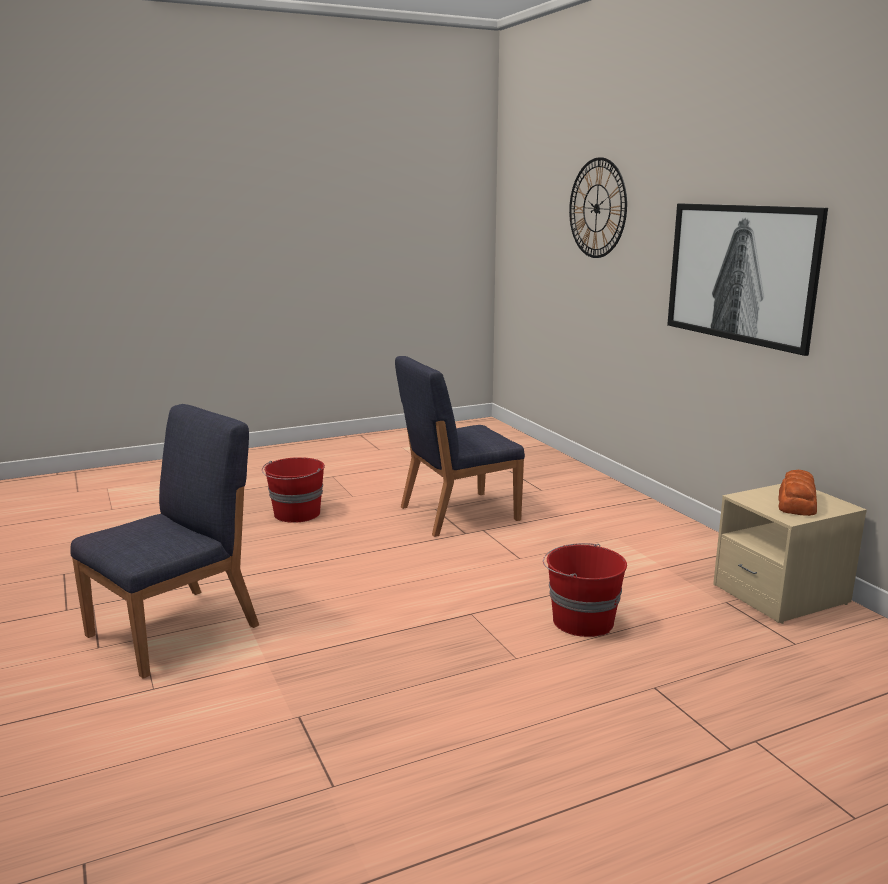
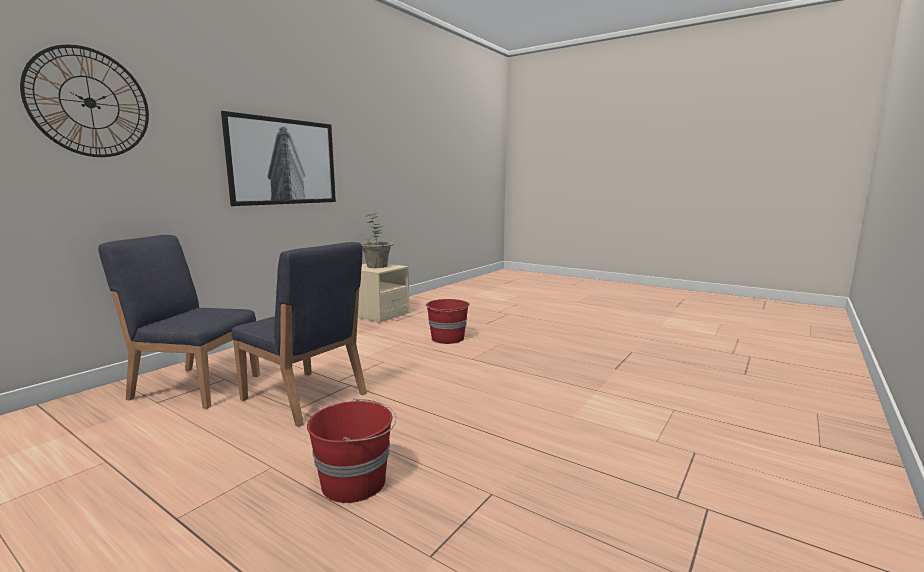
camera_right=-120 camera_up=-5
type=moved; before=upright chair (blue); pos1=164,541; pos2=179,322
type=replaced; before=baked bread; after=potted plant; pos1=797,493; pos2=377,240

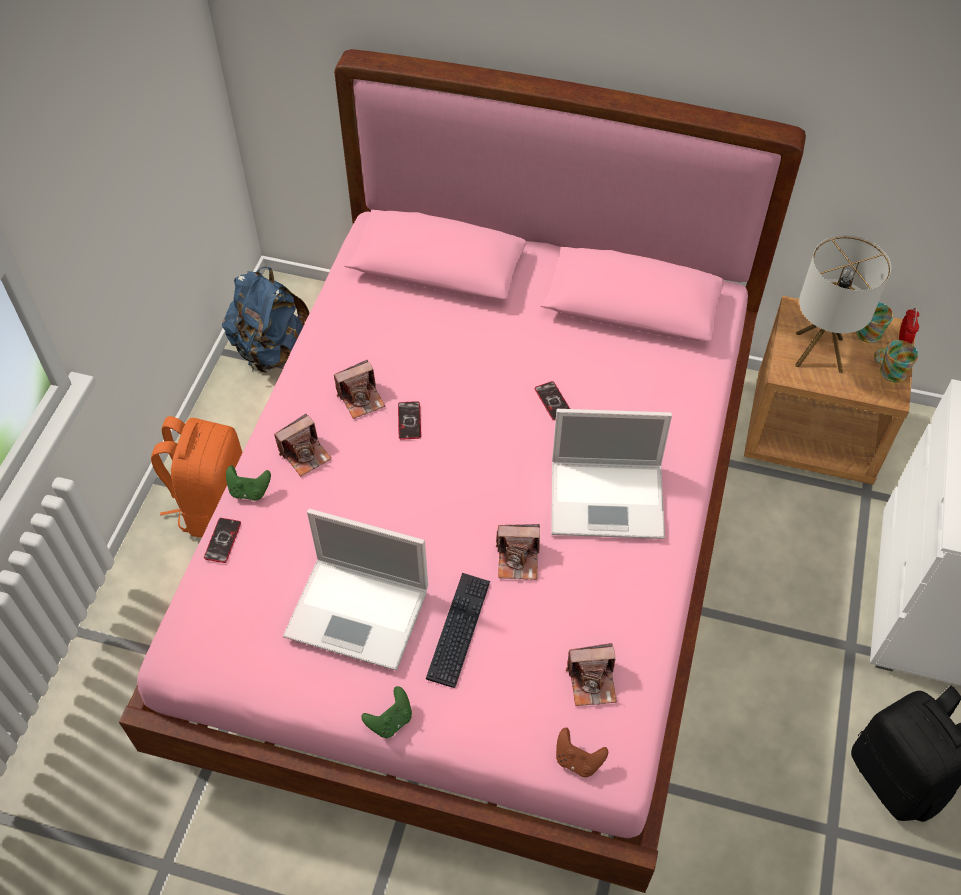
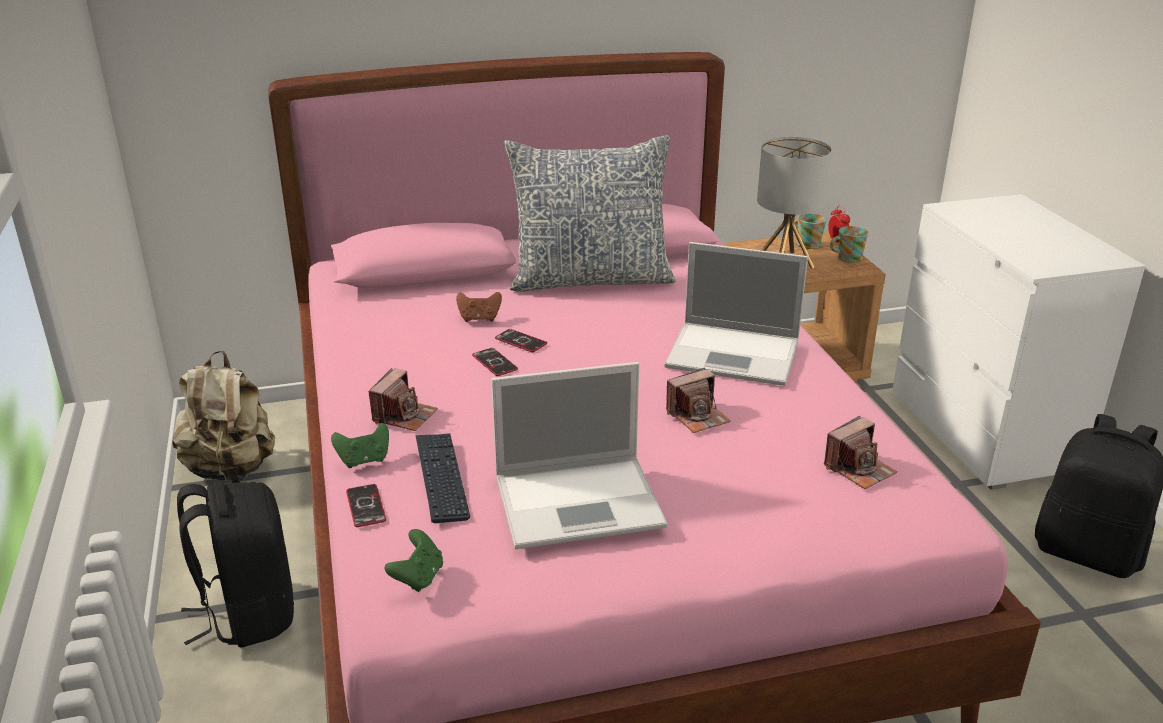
camera_right=-30 camera_up=-25
type=recoloured; before=backpack (blue); after=backpack (sand-coloured); pos1=266,320; pos2=223,416
type=removed; before=photo camera; pos1=359,389
type=moved; before=handset; pos1=552,400; pos2=521,340
type=turned; before=laptop; pos1=611,474; pos2=736,314; turn=45
type=recoloured; before=backpack (orange-coloured); after=backpack (black-coloured); pos1=197,476; pos2=235,564
type=moved; before=computer keyboard; pos1=458,630; pos2=442,478
type=moved; before=game controller (green); pos1=386,712; pos2=414,560
type=moved; before=game controller (brown); pos1=582,752; pos2=479,307
type=added; after=cushion; pos2=589,213

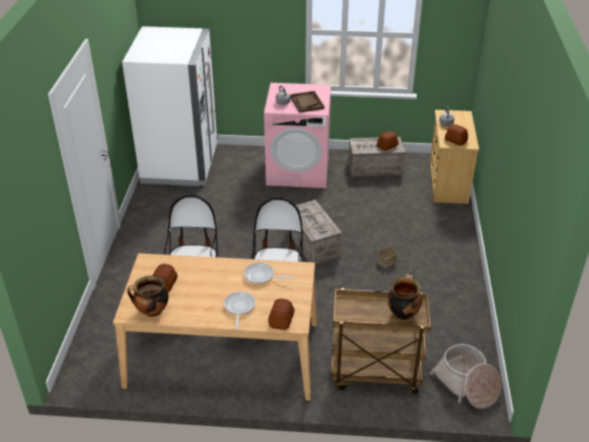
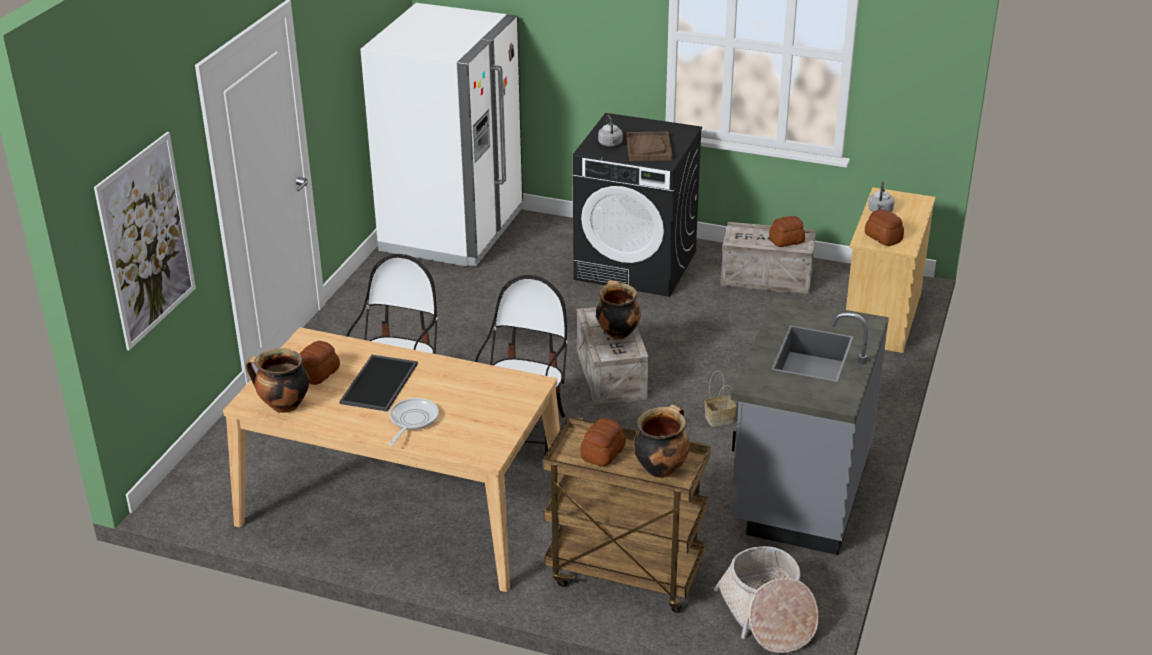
camera_right=15 camera_up=-5
type=recoloured; before=laundry appliance (pink); after=laundry appliance (black-coloured); pos1=297,135; pos2=637,205
type=removed; before=pan; pos1=269,273
type=moved; before=baked bread; pos1=281,314; pos2=603,442
type=added; after=wall picture; pos2=145,241
type=added; after=cooking pot; pos2=618,309
type=added; after=counter (gray); pos2=810,426
type=added; after=tray; pos2=378,383

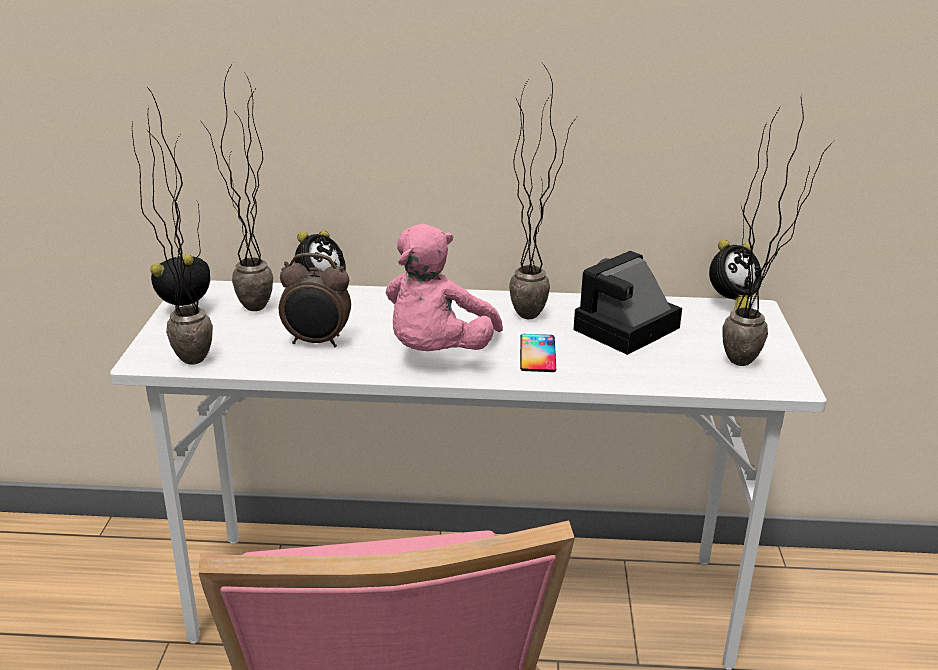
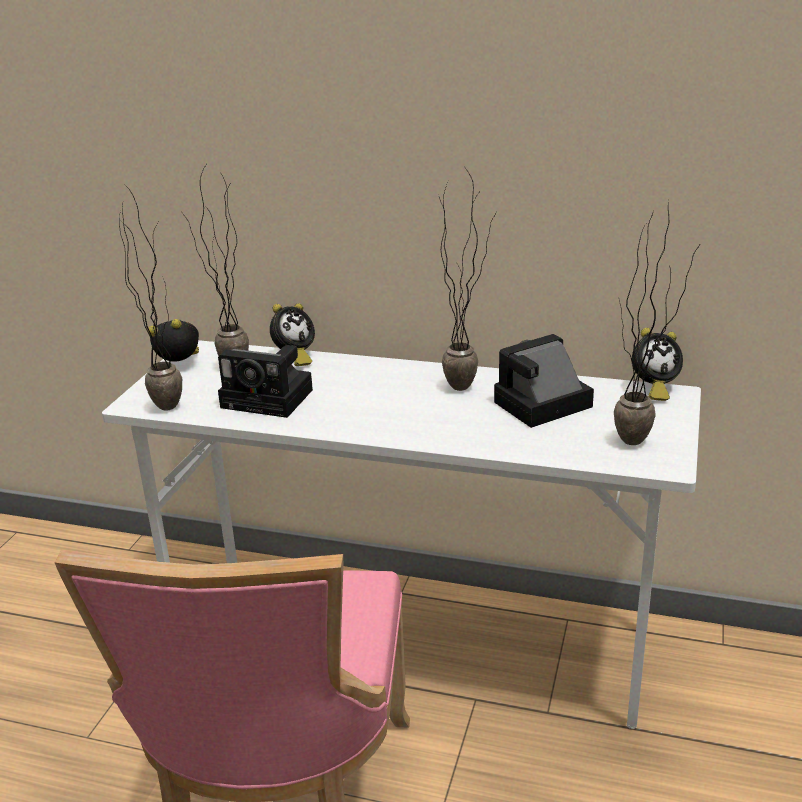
camera_right=15 camera_up=0
type=removed; before=plush toy (pink); pos1=444,287
type=replaced; before=table clock; after=photo camera; pos1=315,300; pos2=265,381
type=removed; before=handset; pos1=538,353

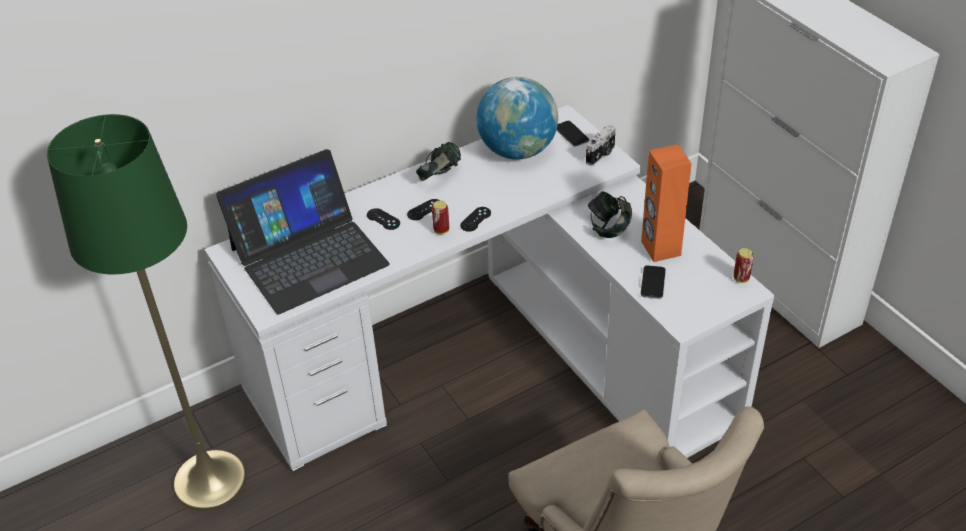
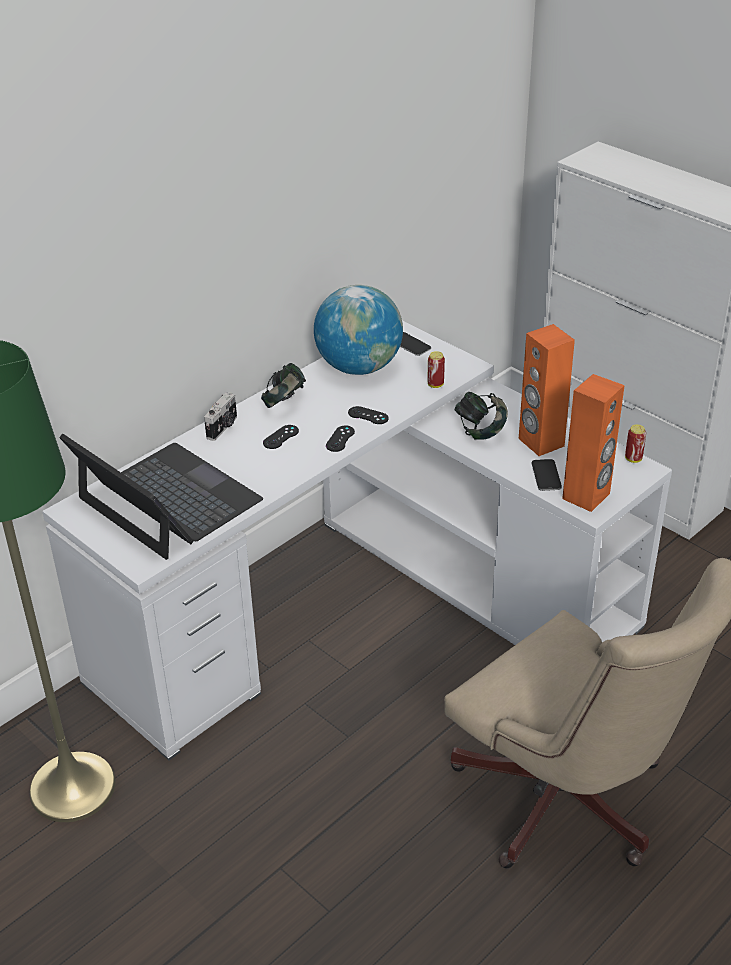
camera_right=-15 camera_up=-5
type=moved; before=photo camera; pos1=601,145; pos2=220,416
type=turned; before=laptop; pos1=303,231; pos2=161,497; turn=-90
type=moved; before=can; pos1=440,217; pos2=436,369
type=moved; before=game controller (black-coloured); pos1=383,219; pos2=368,415
type=added; after=loudspeaker (orange-coloured); pos2=593,443

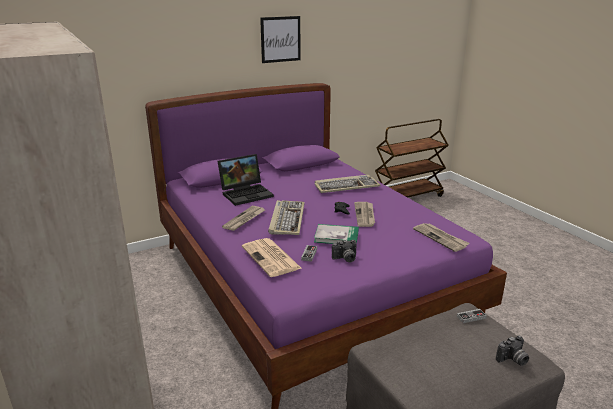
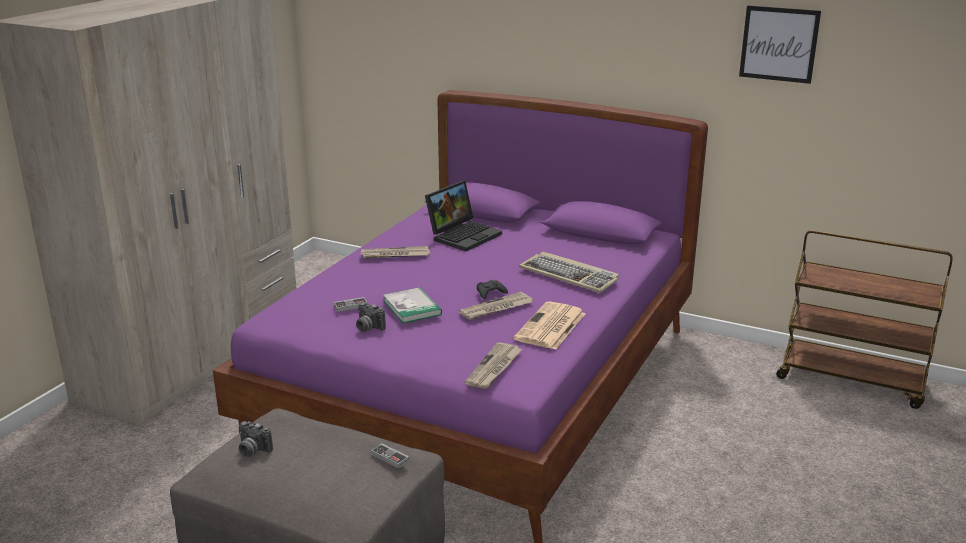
camera_right=55 camera_up=0
type=moved; before=wall picture; pos1=280,39; pos2=780,44
type=turned; before=laptop; pos1=245,180; pos2=463,216; turn=-75
type=removed; before=computer keyboard; pos1=286,217
type=moved; before=newspaper; pos1=271,257; pos2=550,325
type=moved; before=photo camera; pos1=512,350; pos2=256,439

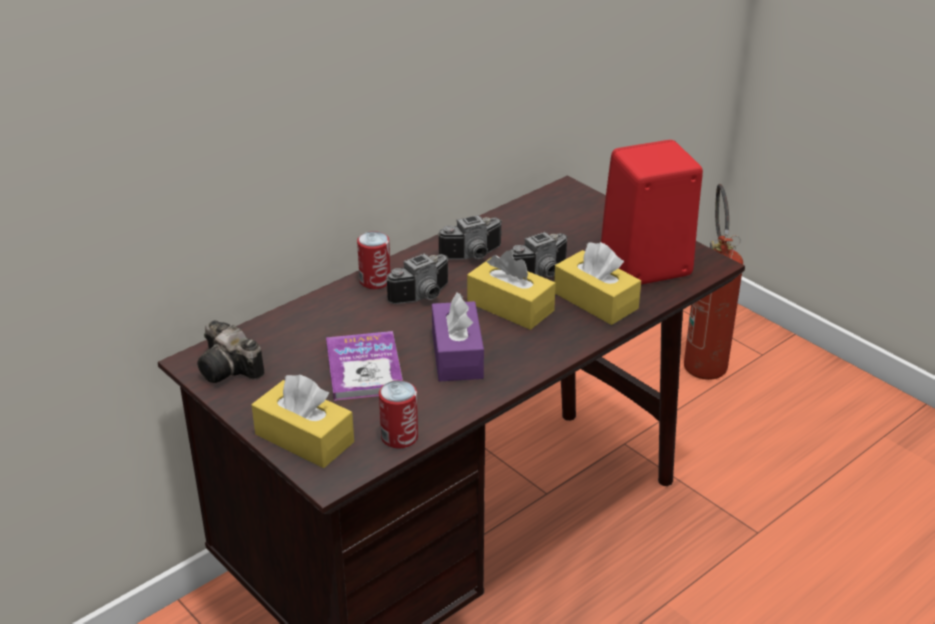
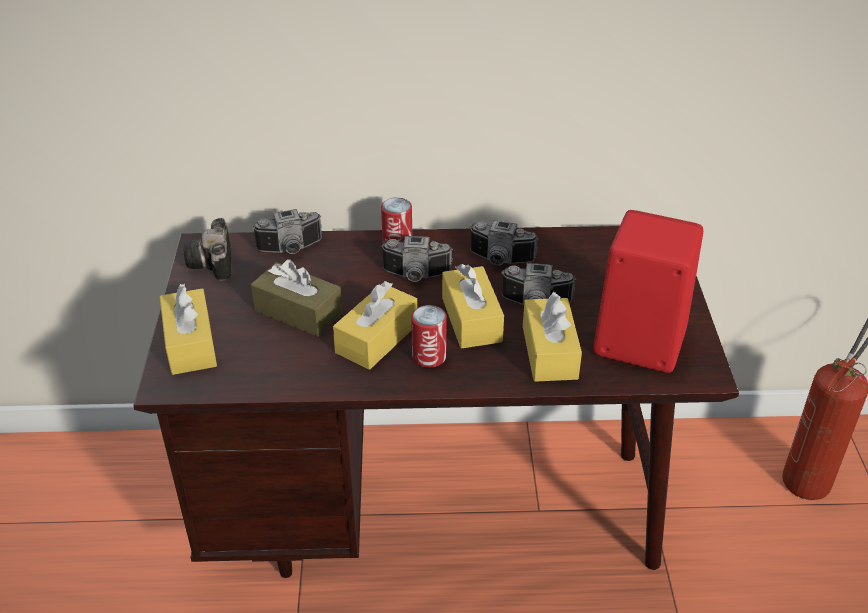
camera_right=40 camera_up=5
type=recoloured; before=box of tissues (purplish); after=box of tissues (yellow-coloured); pos1=458,337; pos2=375,325
type=replaced; before=bound book; after=box of tissues (brown); pos1=364,366; pos2=296,298
type=moved; before=can; pos1=398,414; pos2=429,336
type=added; after=photo camera; pos2=287,231

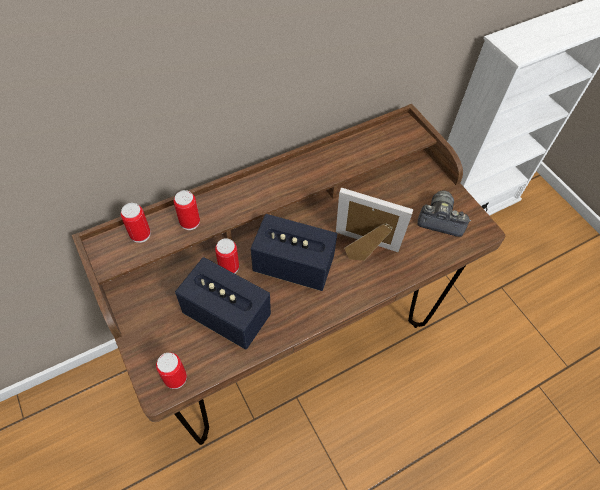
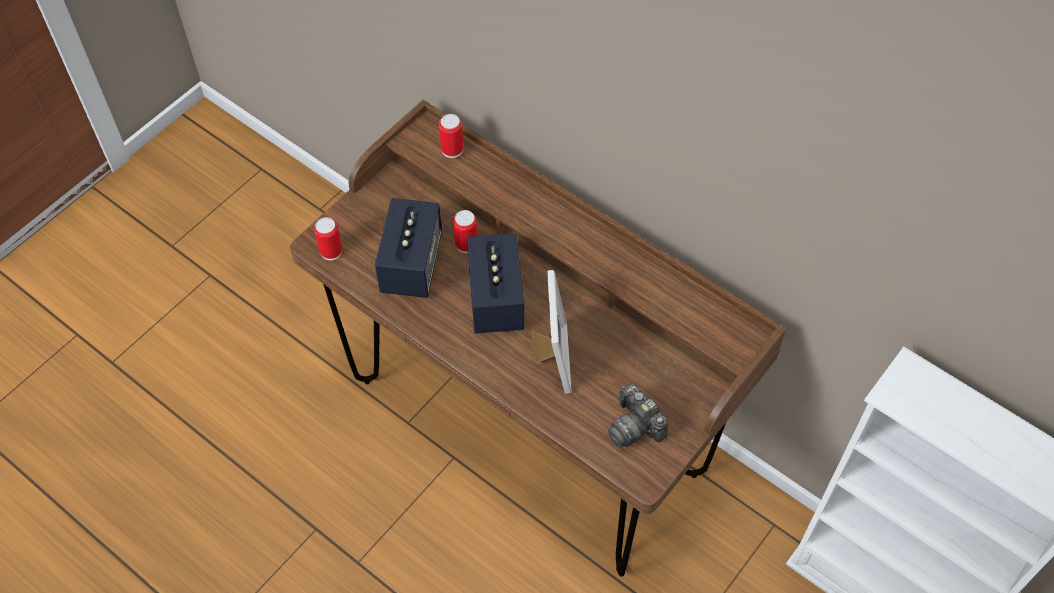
camera_right=70 camera_up=0
type=removed; before=can; pos1=187,210
type=turned; before=photo camera; pos1=444,213; pos2=638,416; turn=150

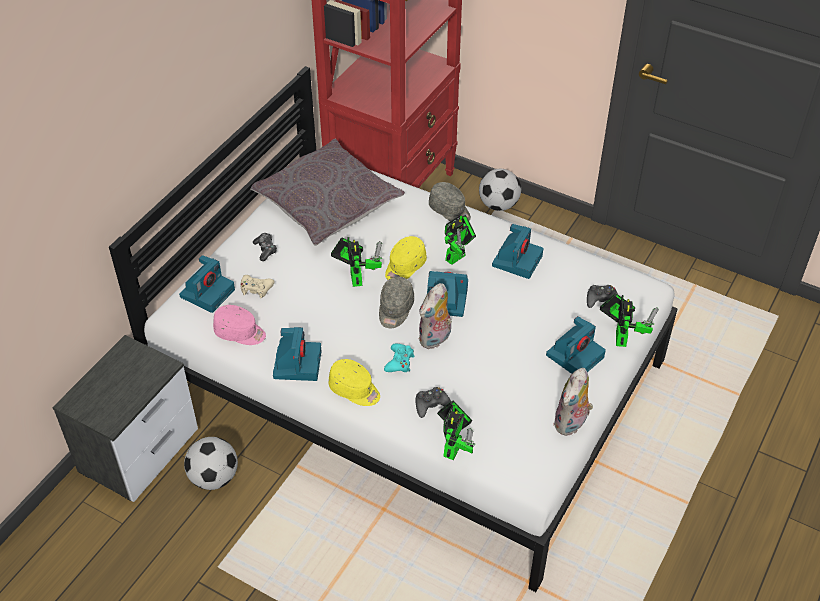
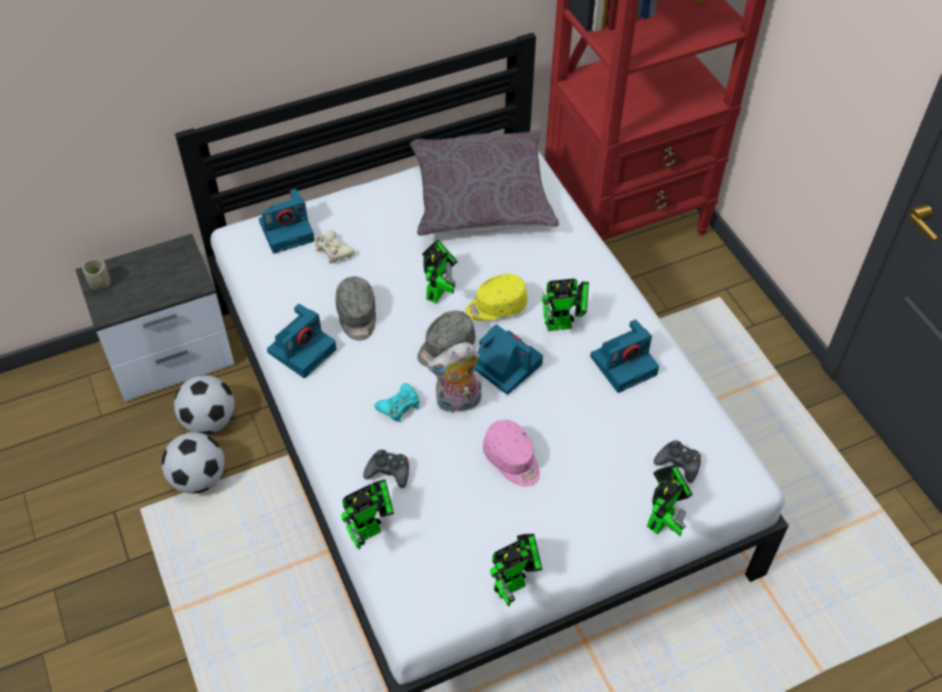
camera_right=35 camera_up=5
type=moved; before=football ball; pos1=500,190; pos2=193,463
type=moved; before=peaked cap (gray); pos1=450,201; pos2=355,309
type=removed; before=game controller; pos1=265,247
type=moved; before=peaked cap (pink); pos1=239,325; pos2=511,453
type=removed; before=photo camera; pos1=576,345
type=removed; before=peaked cap (yellow-coloured); pos1=354,382
type=replaced; before=plush toy; after=model robot; pos1=573,402; pos2=516,570
type=added; after=cup; pos2=96,274

